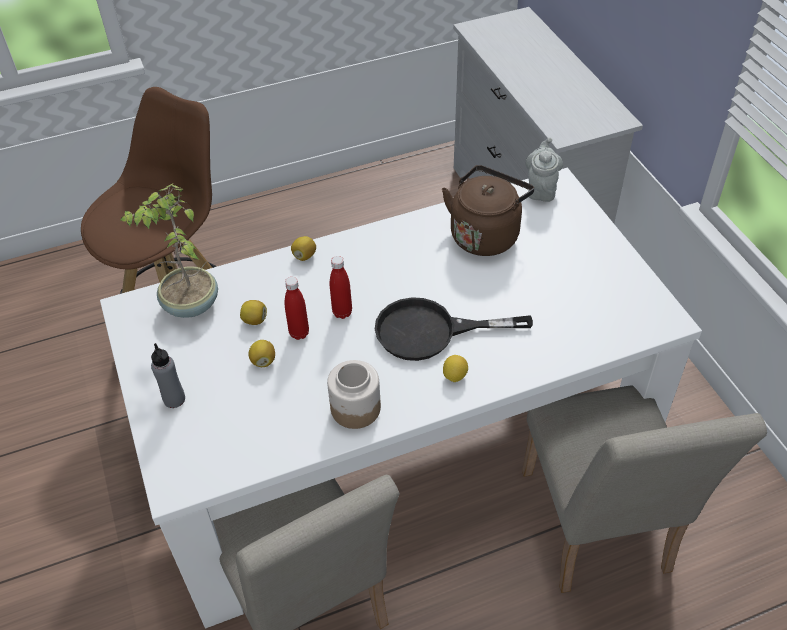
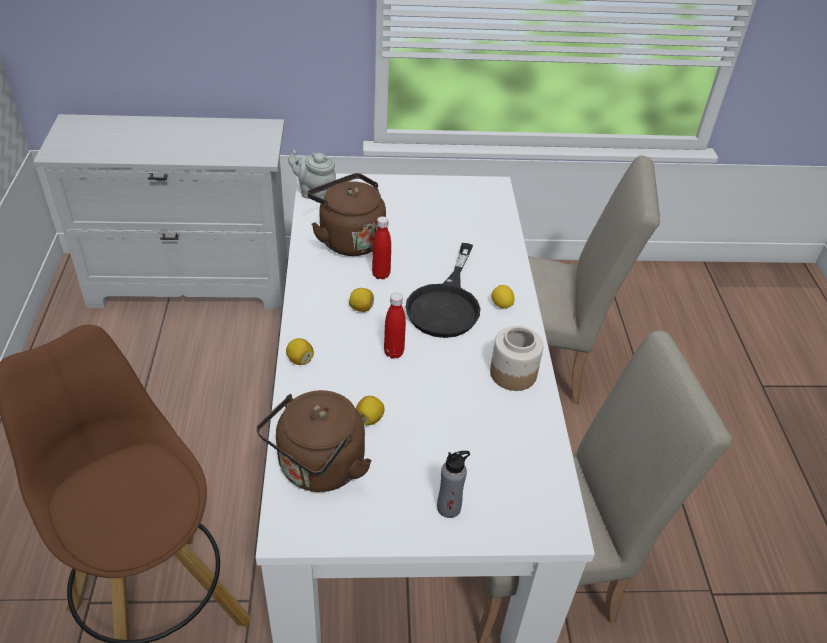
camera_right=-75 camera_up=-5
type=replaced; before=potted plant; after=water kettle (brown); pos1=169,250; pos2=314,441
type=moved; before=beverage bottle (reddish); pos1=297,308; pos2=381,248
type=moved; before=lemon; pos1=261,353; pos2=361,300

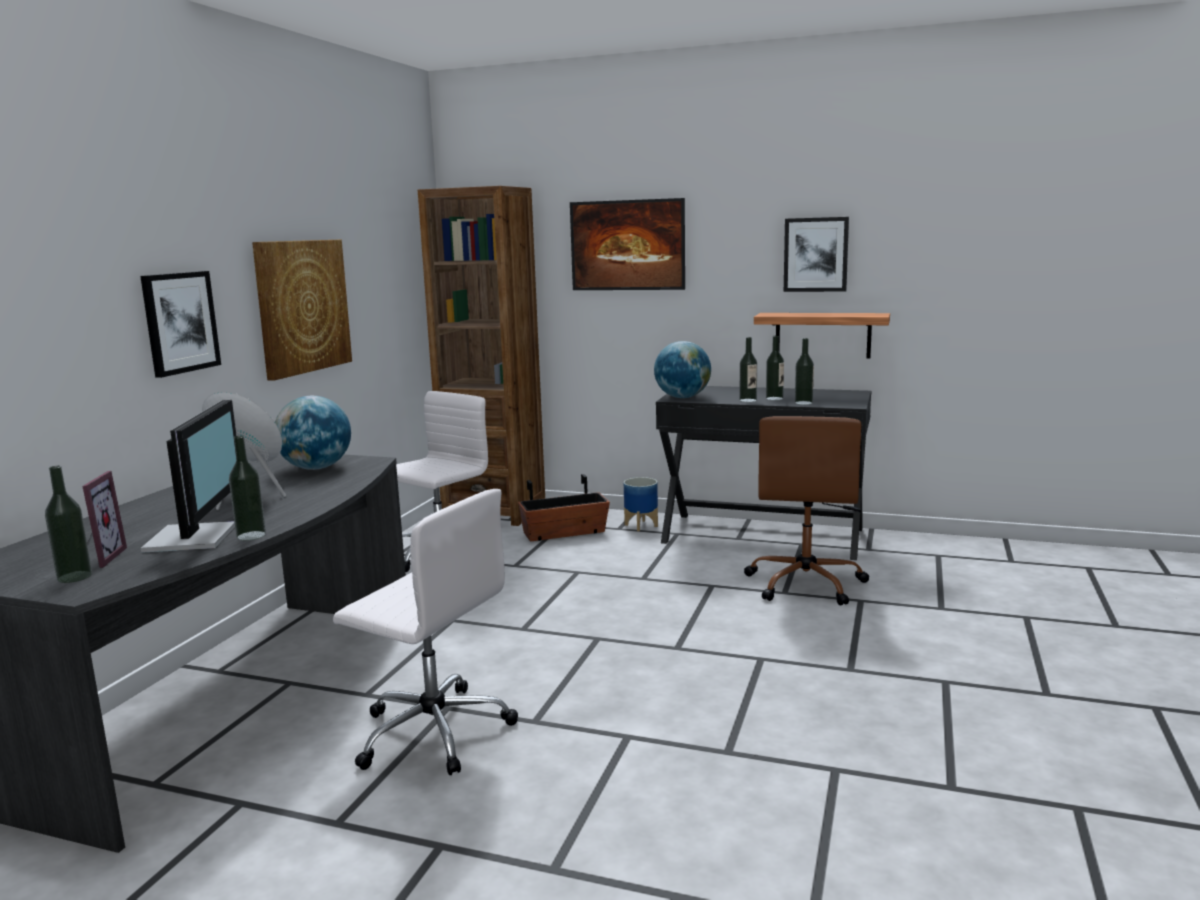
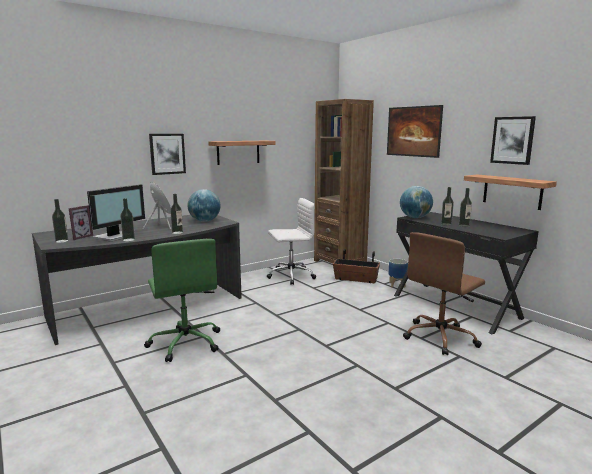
camera_right=35 camera_up=0
type=replaced; before=wall picture; after=bracket shelf; pos1=302,310; pos2=241,153
type=moved; before=beverage bottle; pos1=804,371; pos2=176,214
type=recoloured; before=computer chair (white-coloured); after=computer chair (green); pos1=425,632; pos2=182,300

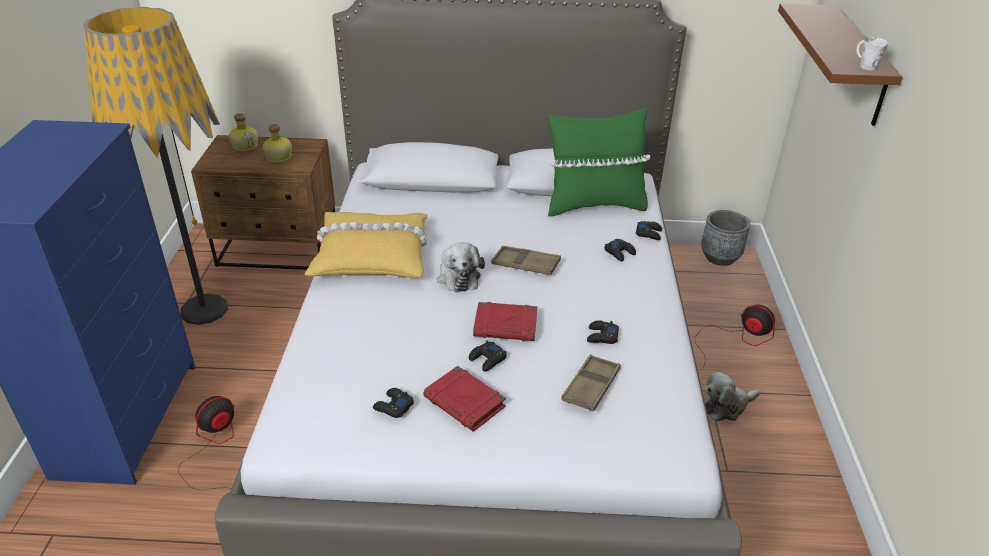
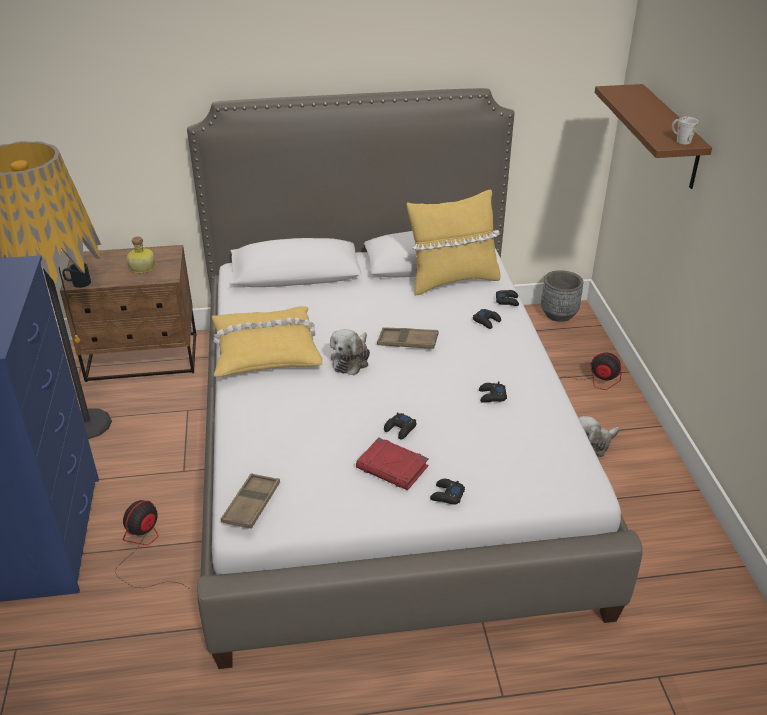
camera_right=-10 camera_up=0
type=recoloured; before=cushion (green); after=cushion (yellow-coloured); pos1=599,163; pos2=454,243
type=removed; before=beverage bottle; pos1=243,132
type=turned; before=plush toy; pos1=461,267; pos2=350,352; turn=45
type=removed; before=bound book (reddish); pos1=505,321
type=moved; before=tray (brown); pos1=591,383; pos2=250,501
type=moved; before=game controller (black-coloured); pos1=393,403; pos2=447,492
type=added; after=coffee mug (black-coloured); pos2=76,275

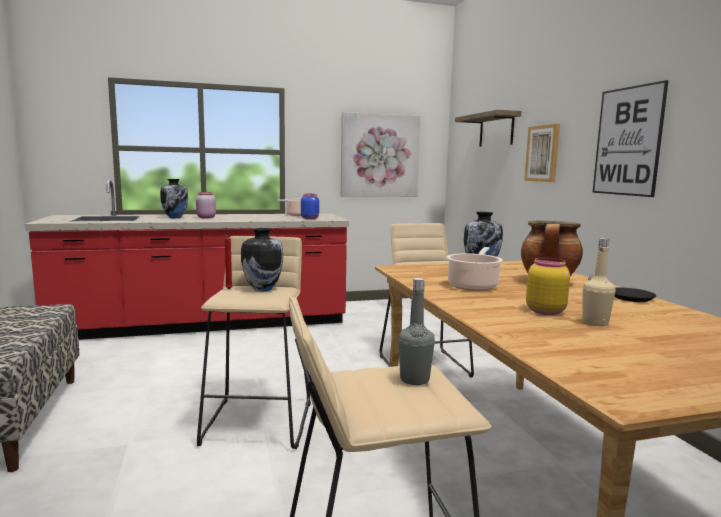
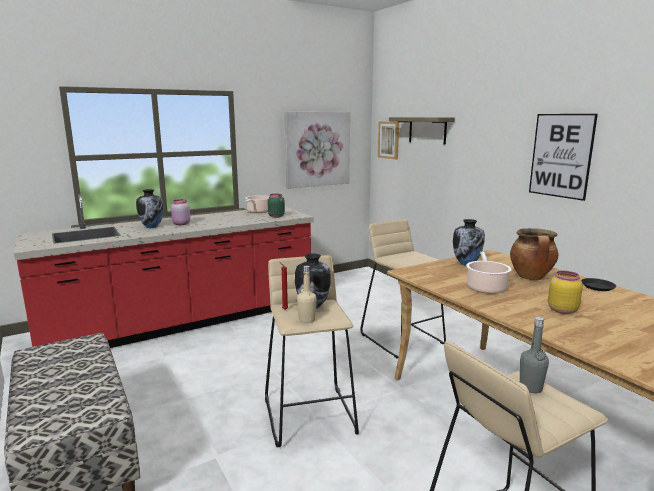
camera_right=-15 camera_up=5
type=moved; before=wall picture; pos1=542,153; pos2=388,140
type=recoloured; before=preserve jar (blue); after=preserve jar (green); pos1=310,206; pos2=276,206
type=moved; before=beverage bottle (sand-coloured); pos1=599,282; pos2=307,294

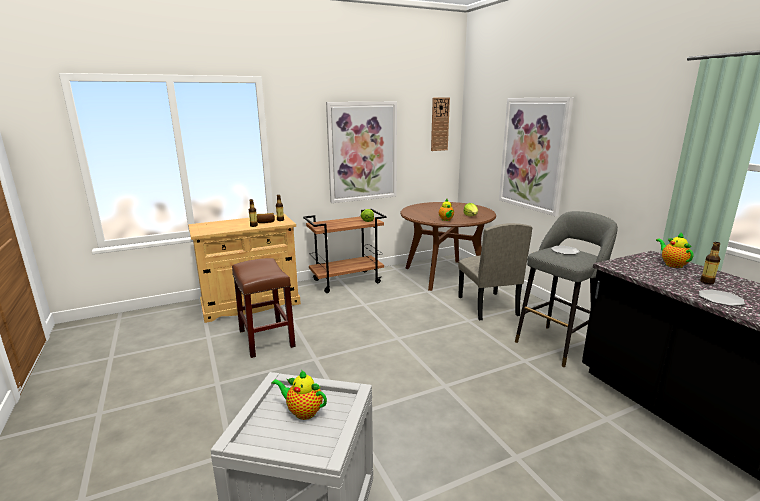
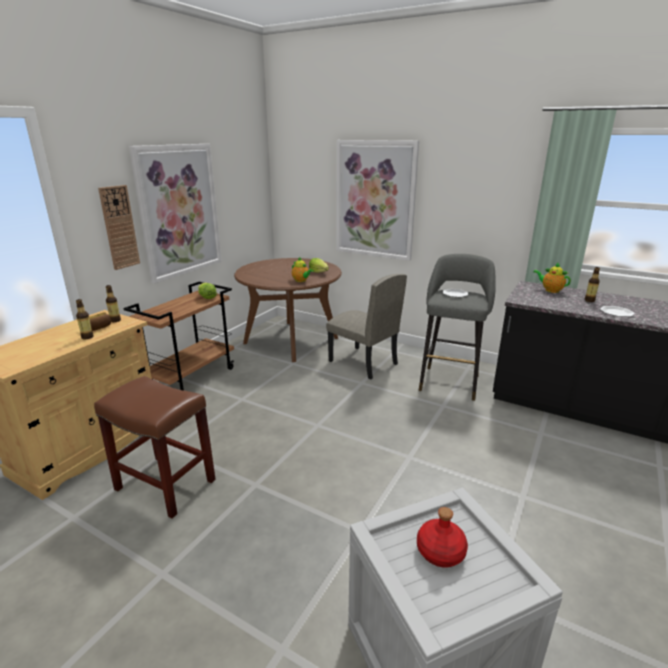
camera_right=-35 camera_up=5
type=moved; before=hanging clock; pos1=440,124; pos2=119,227
type=replaced; before=tea pot; after=beverage bottle (reddish); pos1=299,395; pos2=442,537

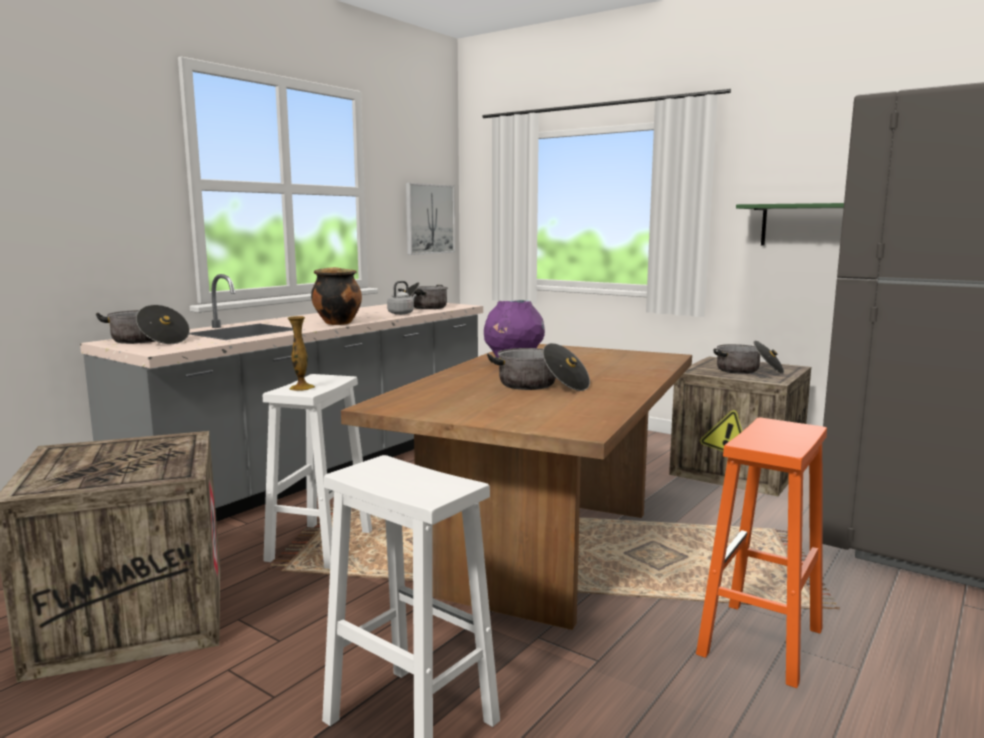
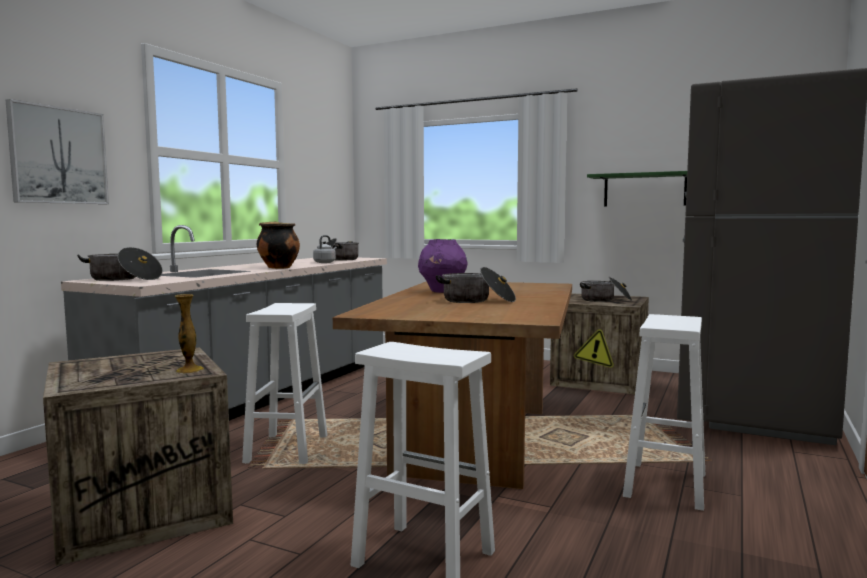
camera_right=-10 camera_up=-5
type=moved; before=wall picture; pos1=430,219; pos2=57,151
type=moved; before=vase; pos1=301,353; pos2=189,333
type=recoloured; before=sitting stool (orange-coloured); after=sitting stool (white-coloured); pos1=761,552; pos2=664,412

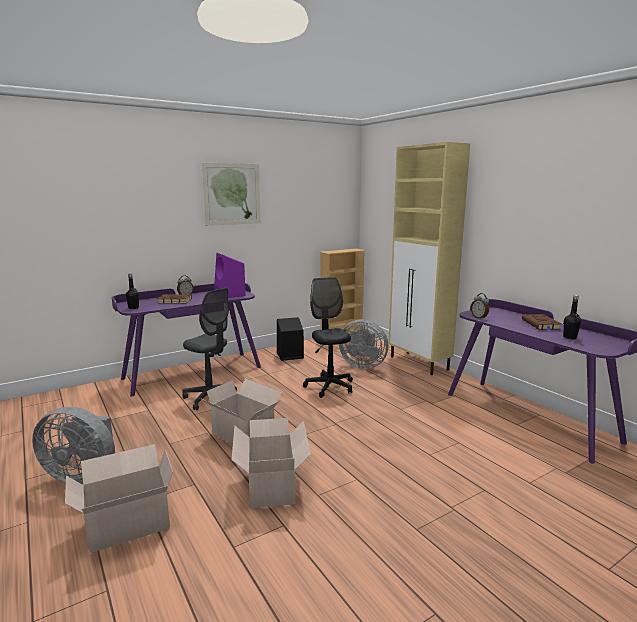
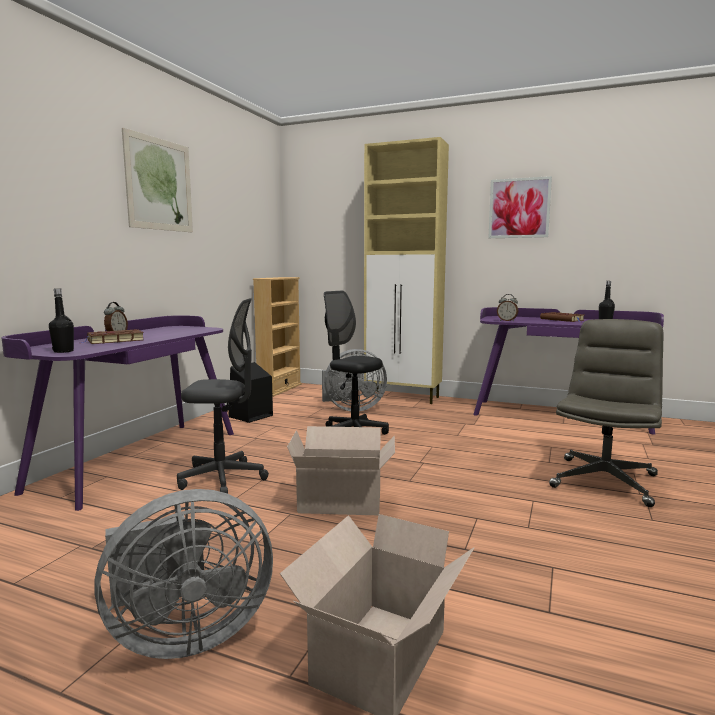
camera_right=-35 camera_up=-5
type=removed; before=loudspeaker (purplish); pos1=230,275
type=removed; before=packing box; pos1=271,463
type=added; after=wall picture; pos2=520,207
type=added; after=computer chair (gray); pos2=606,413

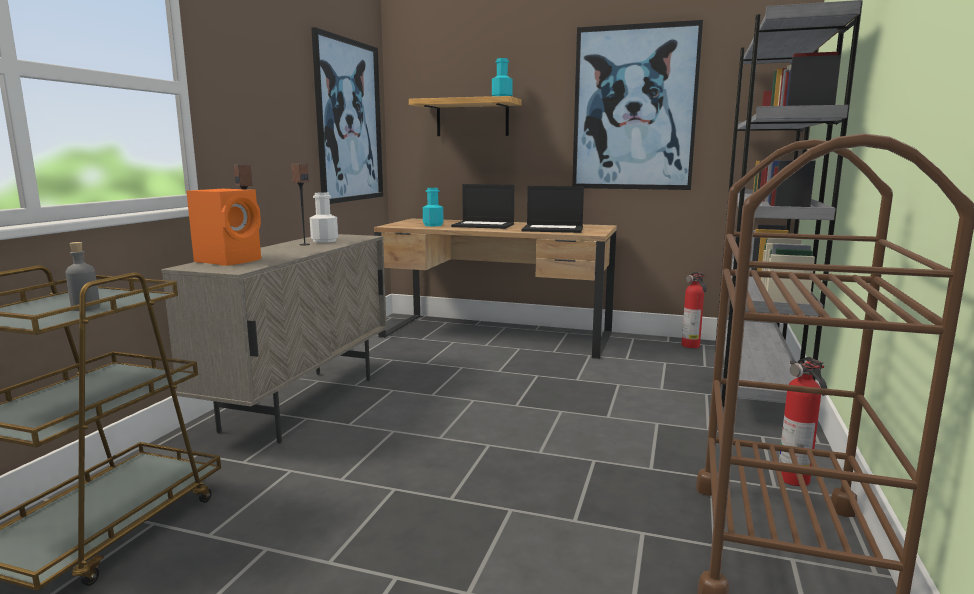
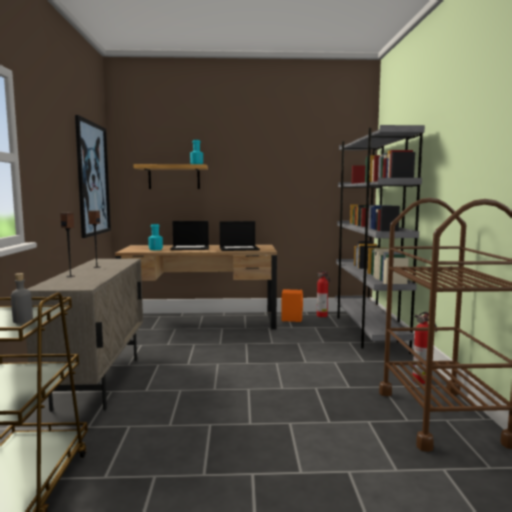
camera_right=-20 camera_up=-5
type=removed; before=wall picture; pos1=637,105
type=moved; before=loudspeaker (orange-coloured); pos1=223,227; pos2=292,305
type=removed; before=beverage bottle (white-coloured); pos1=324,217

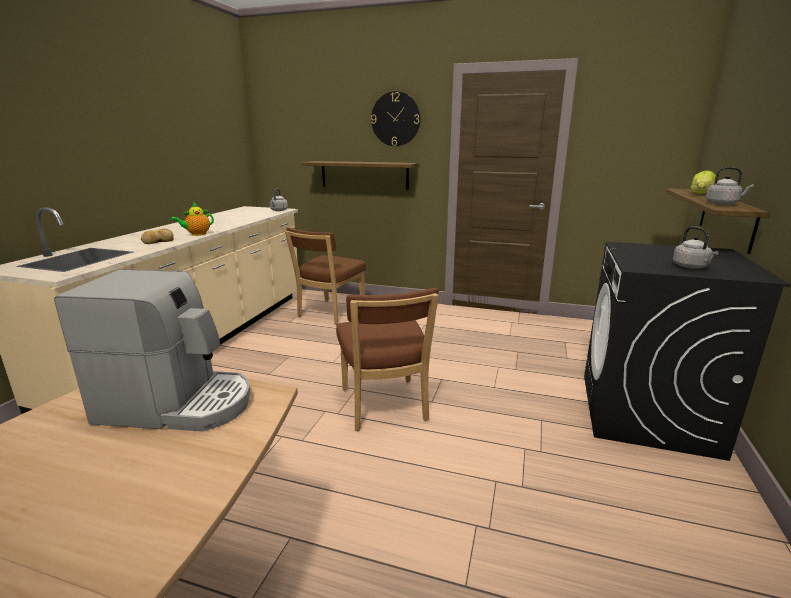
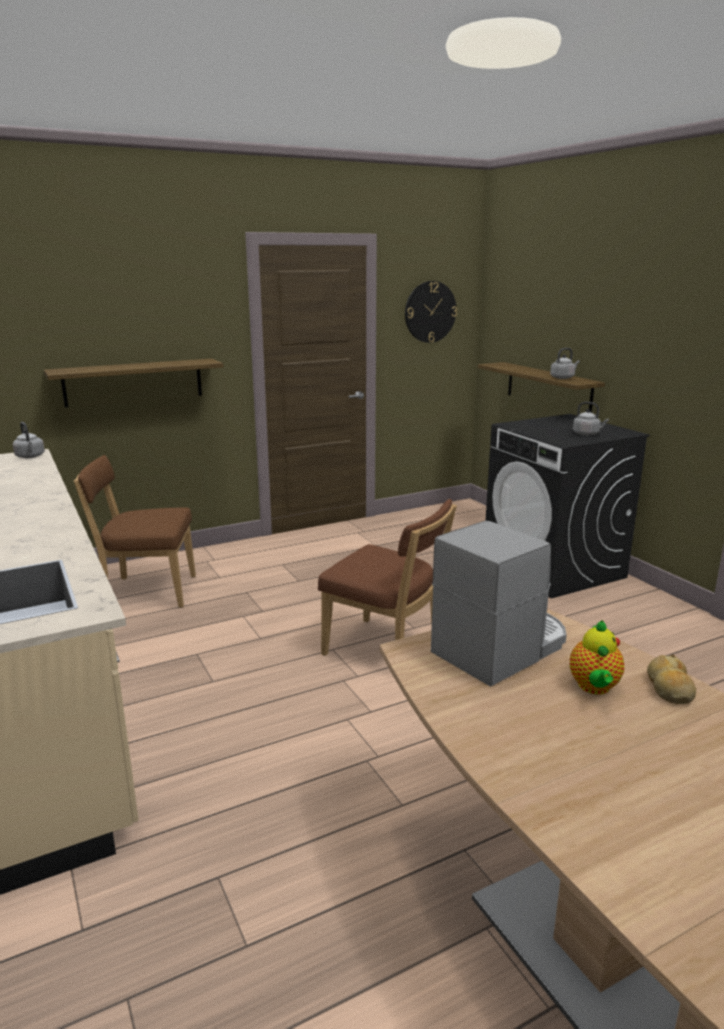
camera_right=-45 camera_up=0
type=moved; before=hanging clock; pos1=396,118; pos2=431,312
type=removed; before=lettuce; pos1=703,182
type=moved; before=tea pot; pos1=192,219; pos2=597,657
type=moved; before=baked bread; pos1=157,236; pos2=671,679
type=turned; before=upright chair (brown); pos1=325,276; pos2=135,531; turn=105

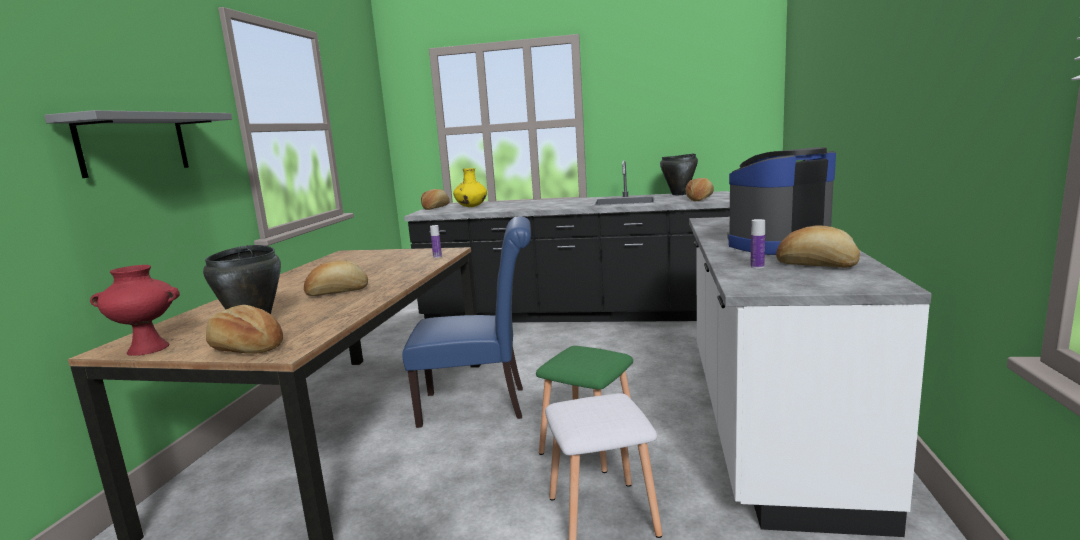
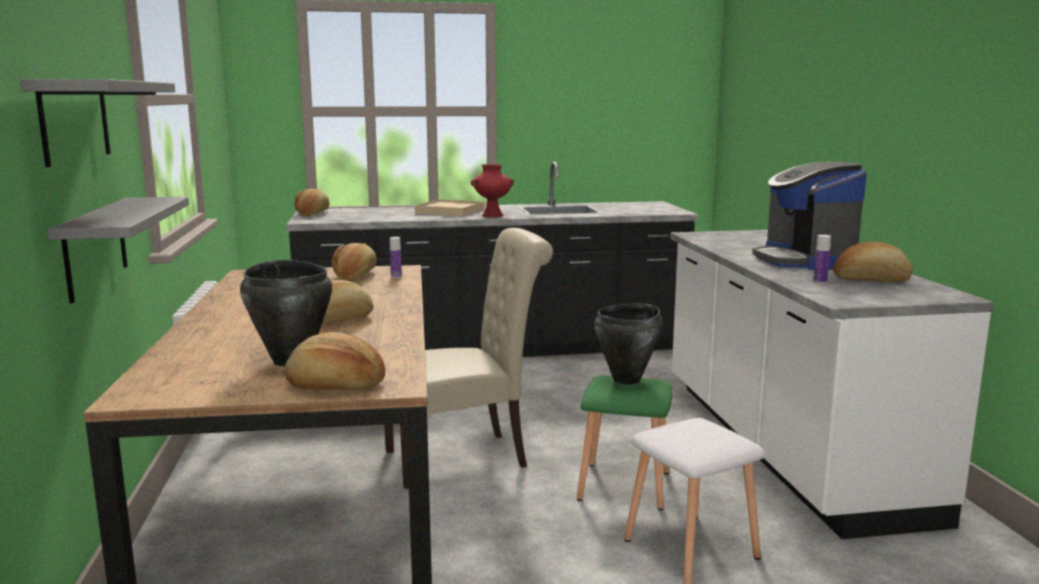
camera_right=-20 camera_up=0
type=turned; before=coffee machine; pos1=782,201; pos2=809,216; turn=-60
type=moved; before=cooking pot (black-coloured); pos1=679,174; pos2=628,344
type=removed; before=vase (yellow-coloured); pos1=470,187
type=moved; before=baked bread; pos1=700,189; pos2=354,262
type=recoloured; before=upright chair (blue); after=upright chair (sand-coloured); pos1=466,322; pos2=468,358
type=moved; before=vase (reddish); pos1=135,310; pos2=492,190
type=added; after=bracket shelf (gray); pos2=118,250
type=added; after=tray (sand-coloured); pos2=450,207

